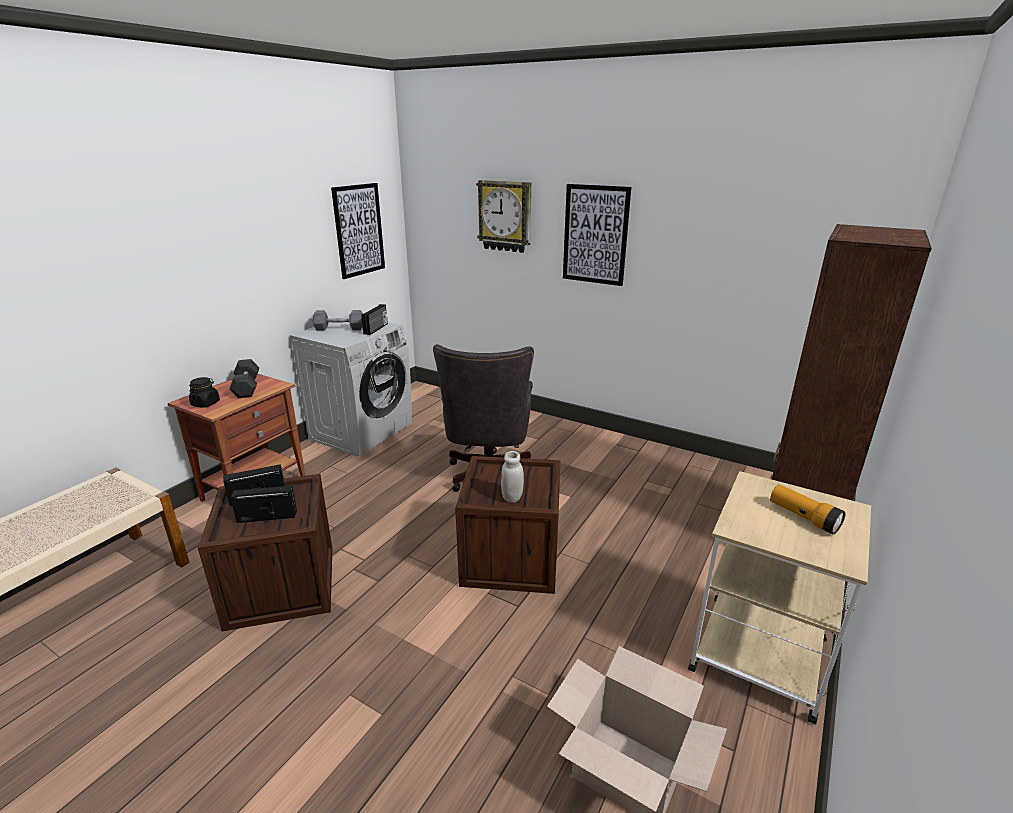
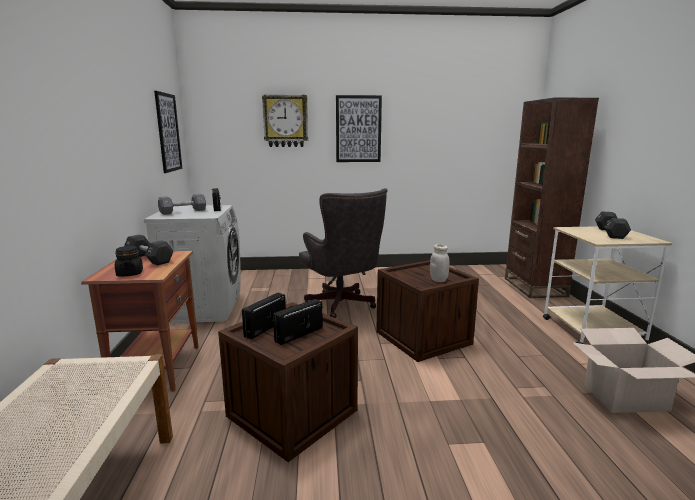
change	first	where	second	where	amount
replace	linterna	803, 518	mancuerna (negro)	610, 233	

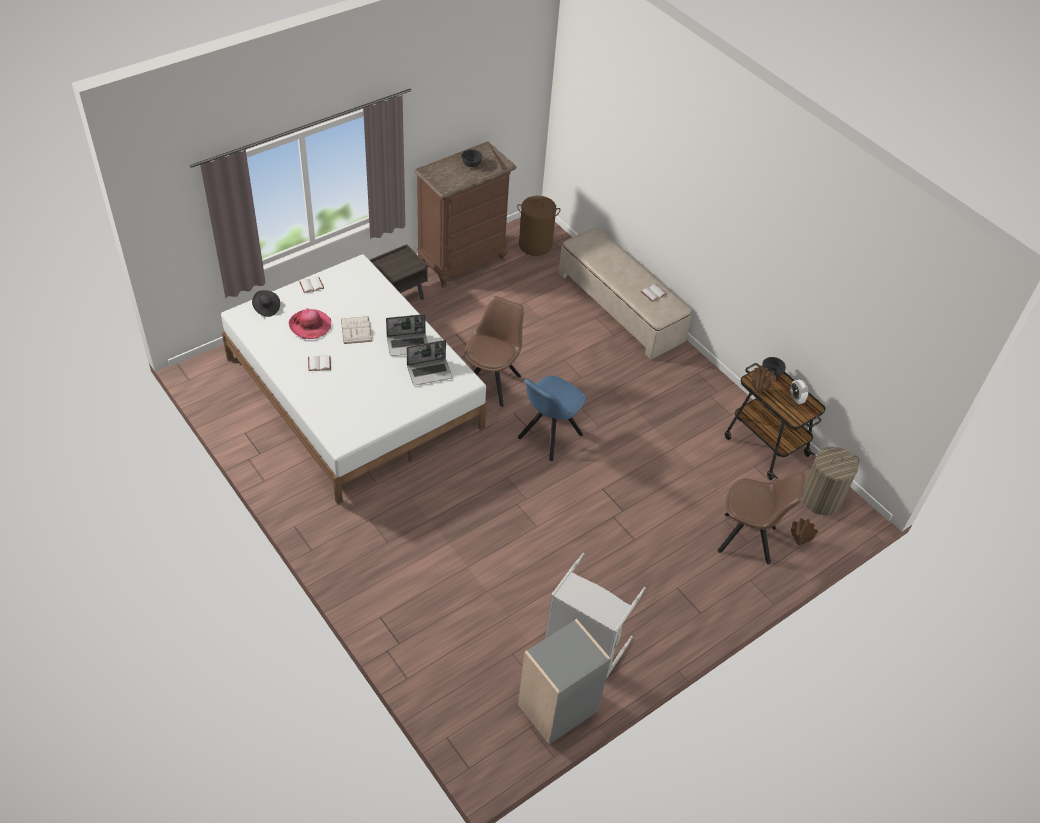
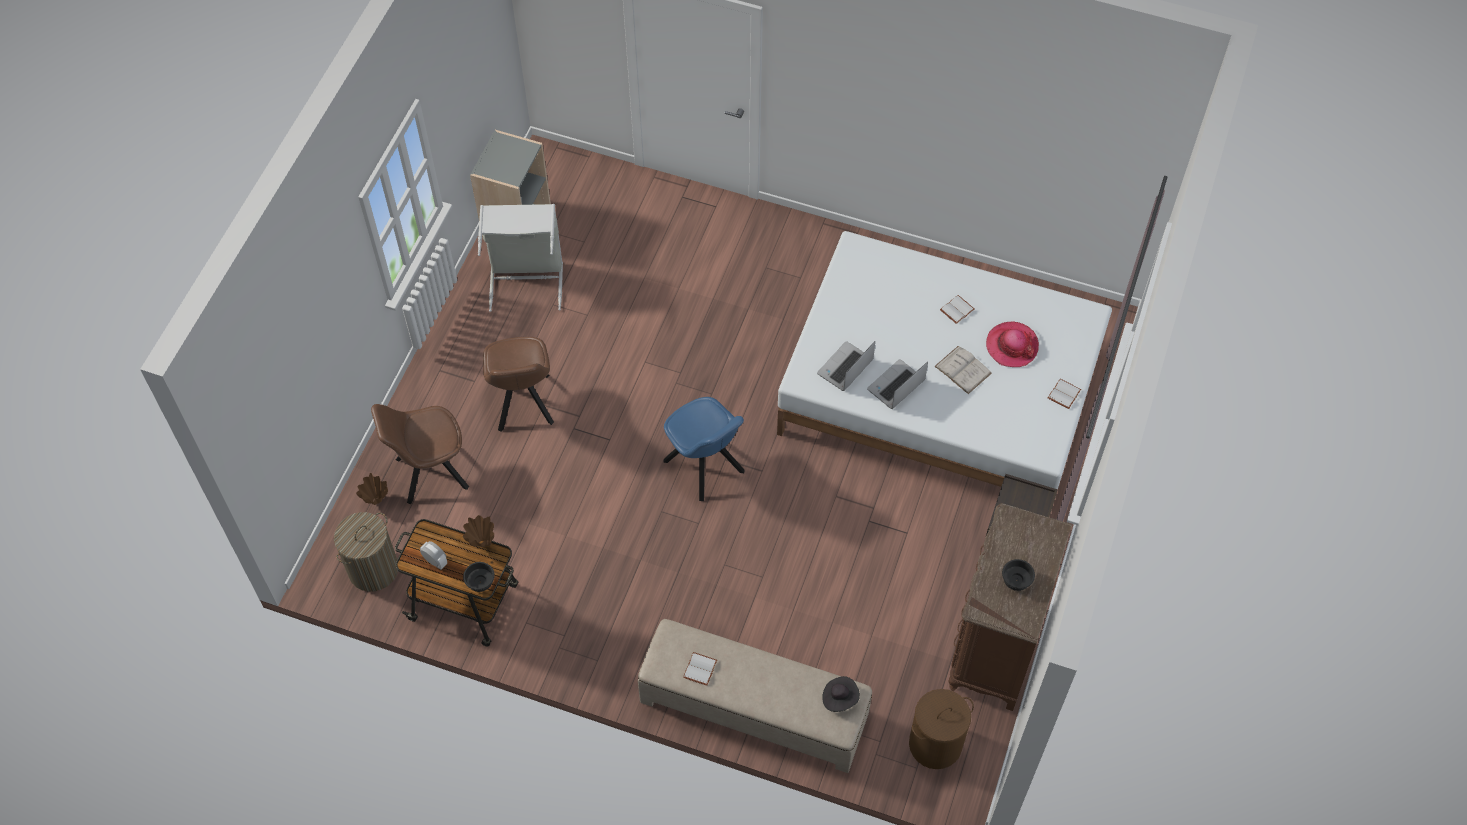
change	first	where	second	where	amount
move	sombrero (negro)	266, 308		839, 698	
move	silla (marrón)	492, 383		523, 403	
rotate	silla (azul)	549, 436		705, 466	135 degrees clockwise

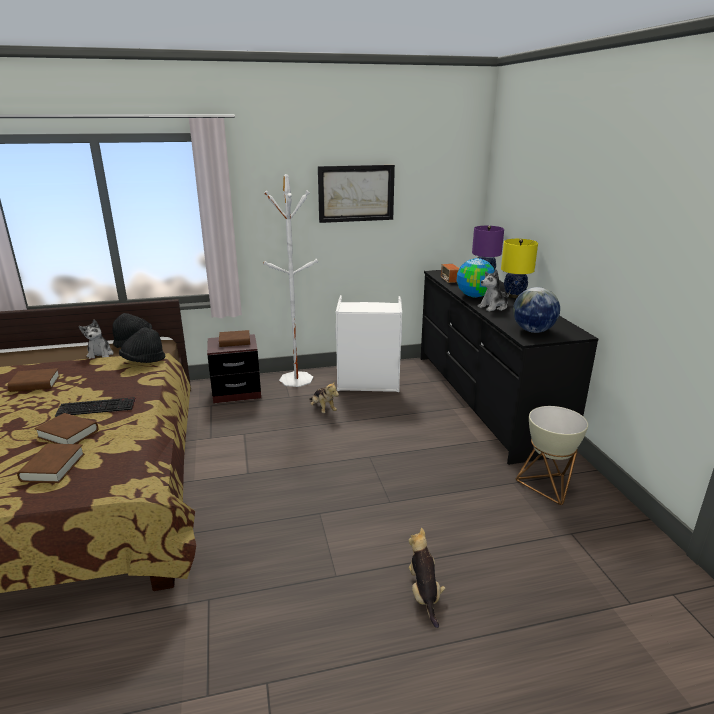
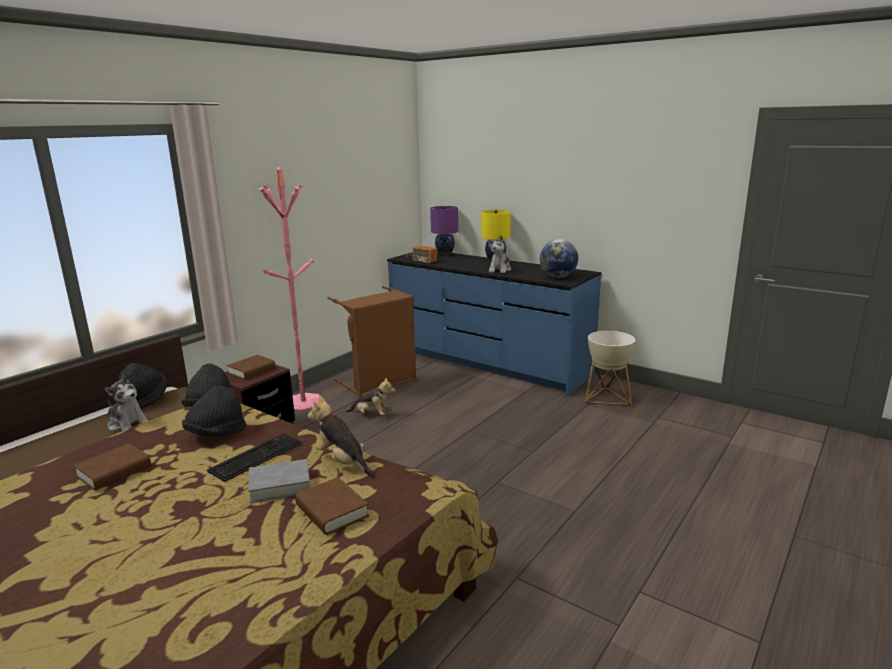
change	first	where	second	where	amount
recolor	libro (marrón)	68, 434	libro (gris)	280, 485	
recolor	perchero (blanco)	296, 379	perchero (rosa)	303, 401	
delete	cuadro	356, 193			
recolor	cesto de la ropa (blanco)	368, 384	cesto de la ropa (marrón)	379, 382	
move	peluche	424, 594		343, 462	
recolor	cómoda (negro)	485, 399	cómoda (azul)	487, 362	
delete	globo terráqueo	474, 296			
insert			sombrero (negro)	216, 434	

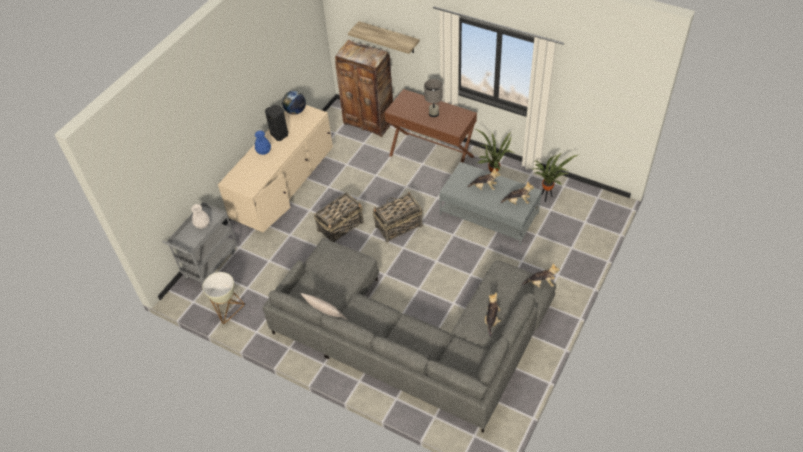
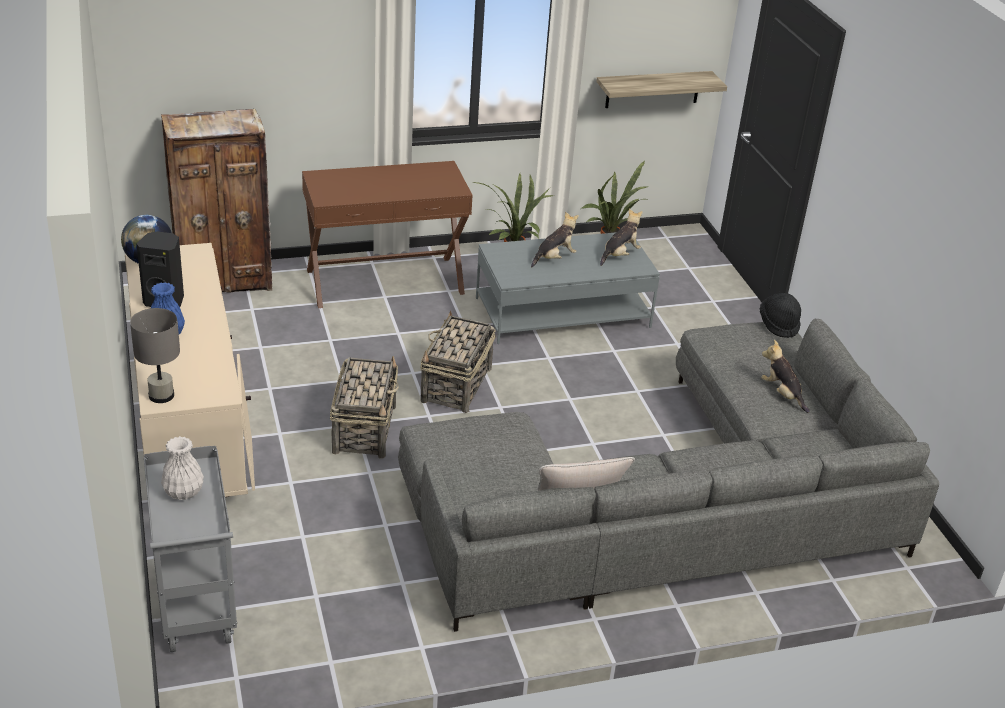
change	first	where	second	where	amount
delete	maceta	228, 309			
move	estante	389, 37		653, 89	
move	lámpara de mesa (gris)	434, 113		162, 395	
replace	peluche	541, 283	sombrero (negro)	779, 324	

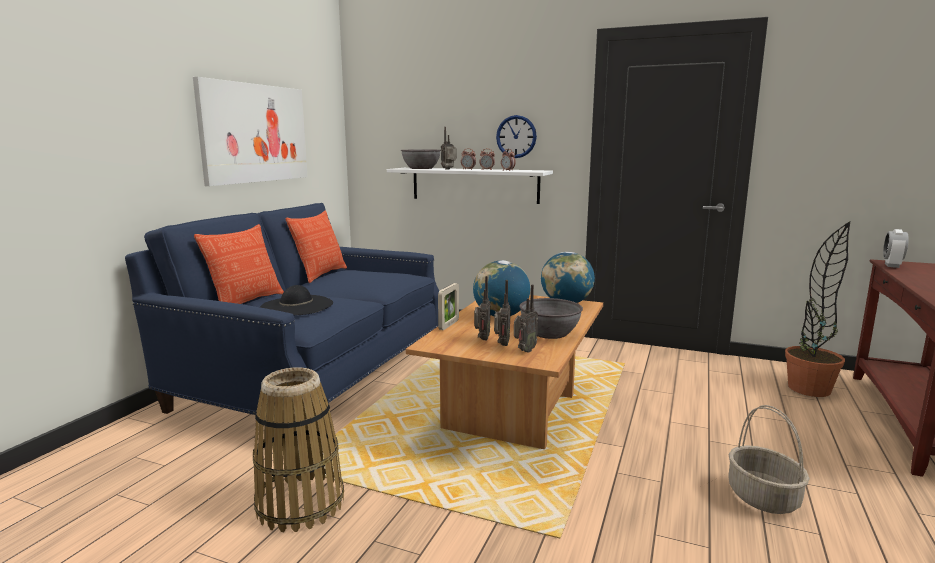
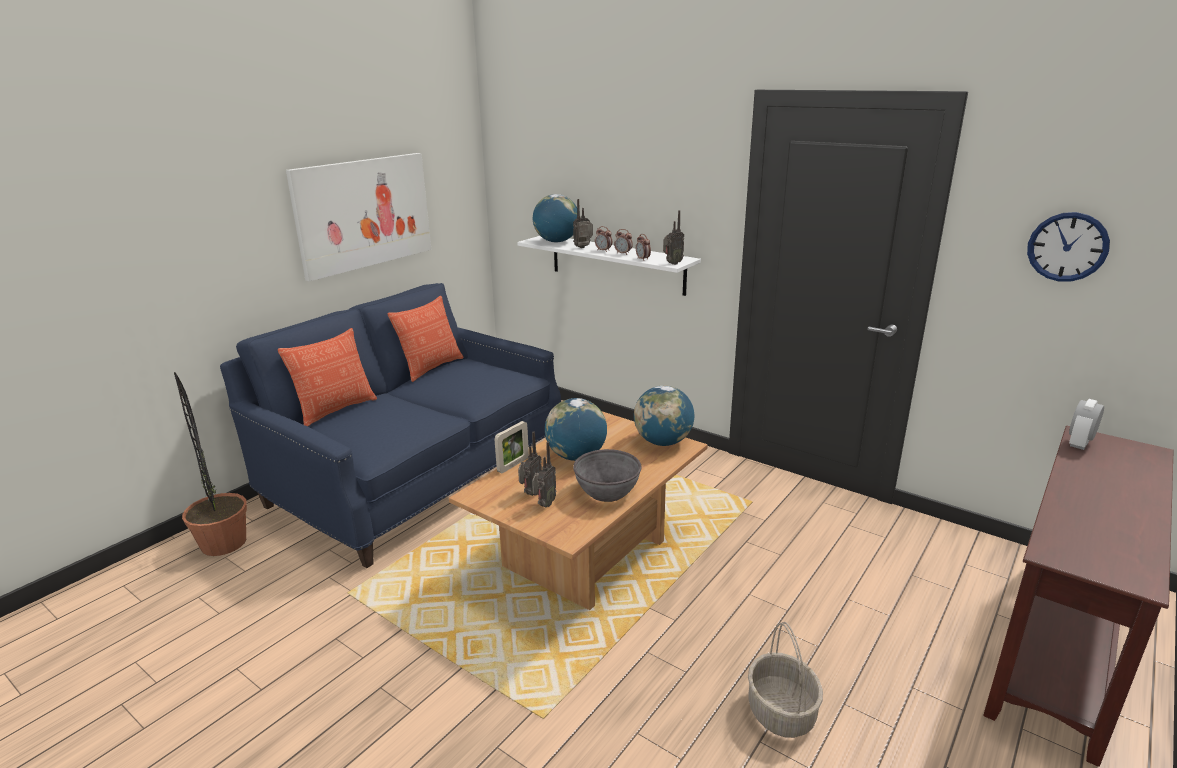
change	first	where	second	where	amount
delete	cesta	301, 504			
delete	sombrero (negro)	296, 306			
replace	cuenco (gris)	421, 168	globo terráqueo	556, 241	
move	reloj de pared	516, 136		1067, 247	
move	radio	524, 351		672, 264	
move	planta en maceta	809, 389		223, 543	

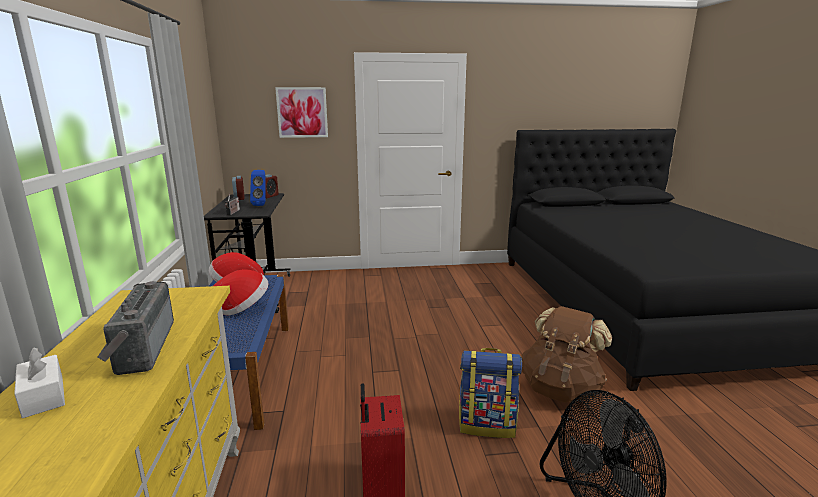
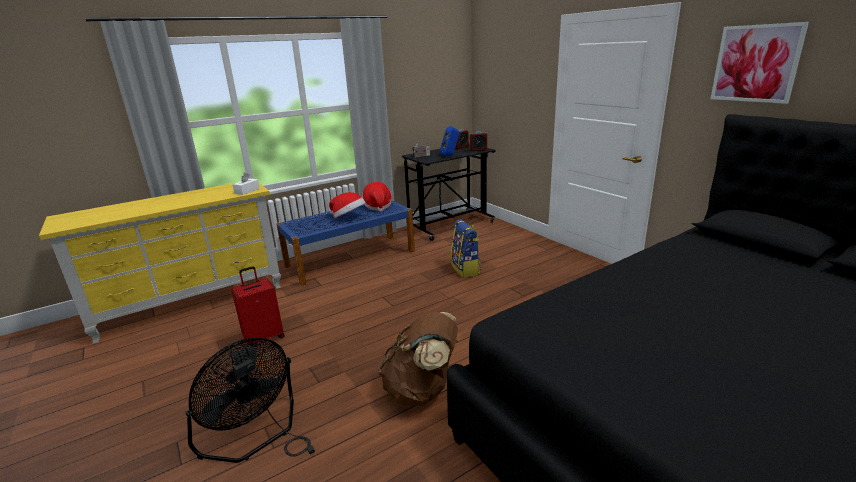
change	first	where	second	where	amount
move	caja de pañuelos (blanco)	43, 396		247, 191	
delete	radio	140, 348			
move	cuadro	302, 112		756, 63	
move	mochila	487, 424		466, 269	

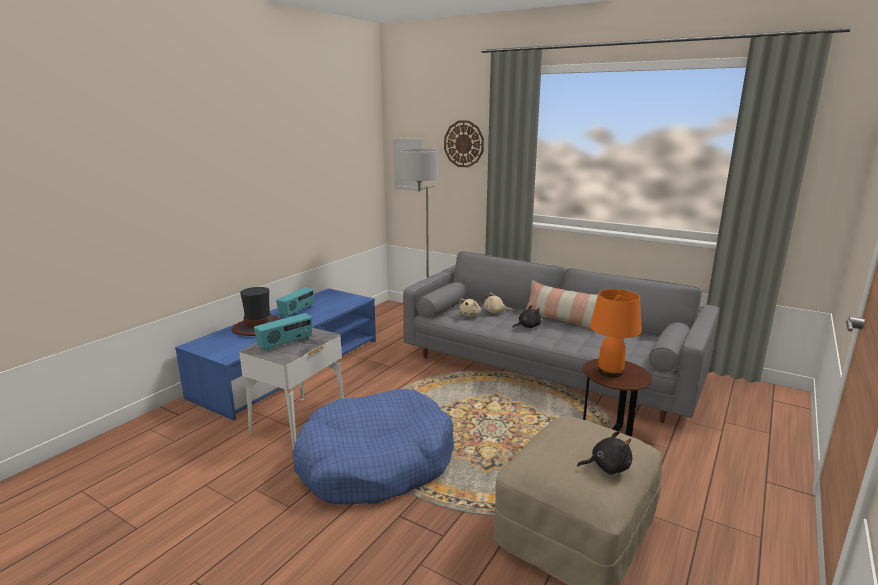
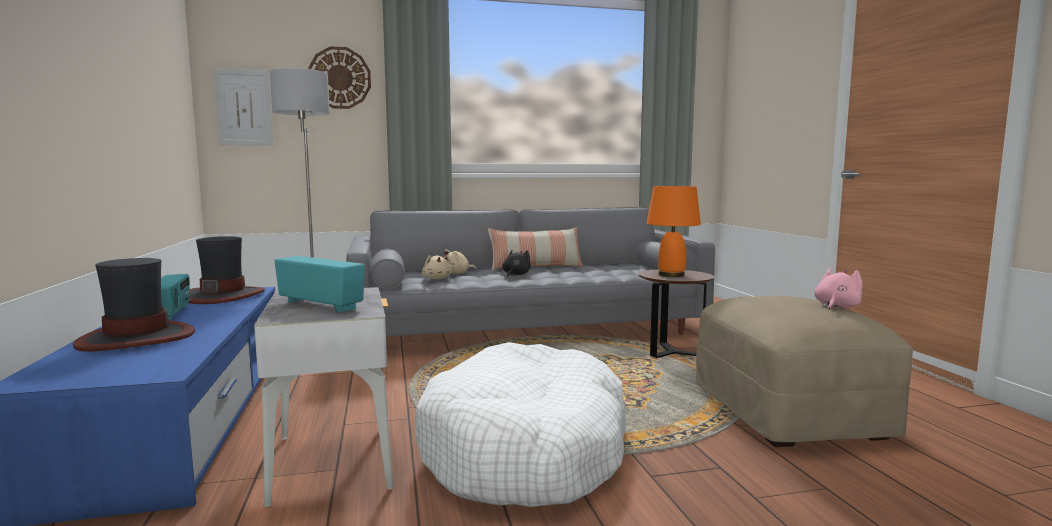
change	first	where	second	where	amount
rotate	radio	286, 344		321, 305	60 degrees counterclockwise
recolor	cama para perro (azul)	375, 463	cama para perro (blanco)	526, 450	
recolor	peluche (negro)	607, 467	peluche (rosa)	836, 307	
insert			sombrero	223, 296	

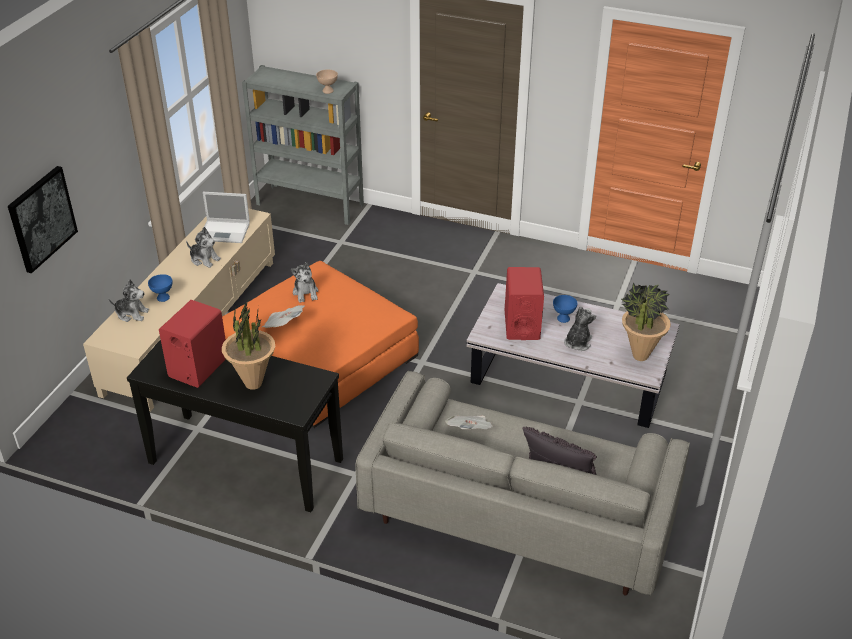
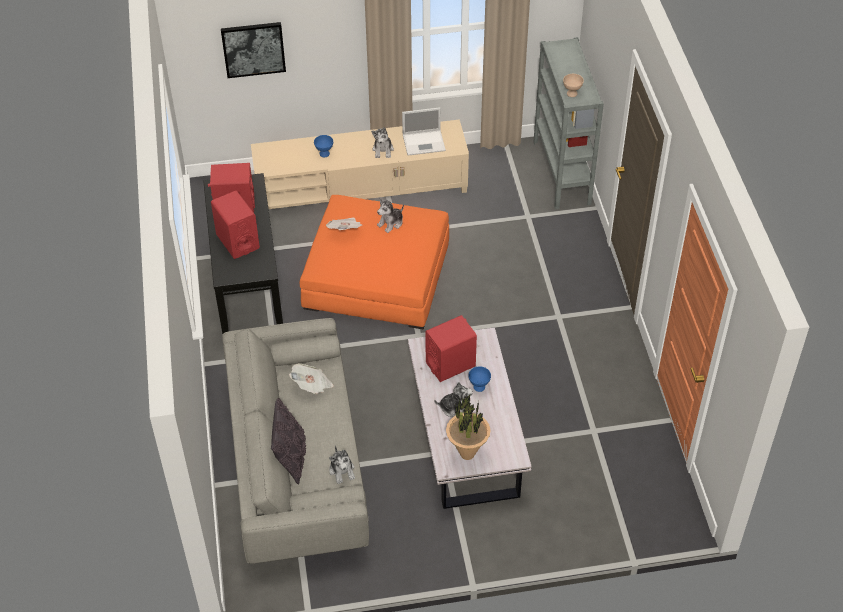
change	first	where	second	where	amount
move	peluche	132, 314		342, 470	
rotate	portátil	225, 232		424, 142	75 degrees counterclockwise
replace	planta en maceta	253, 383	altavoz (rojo)	237, 241	

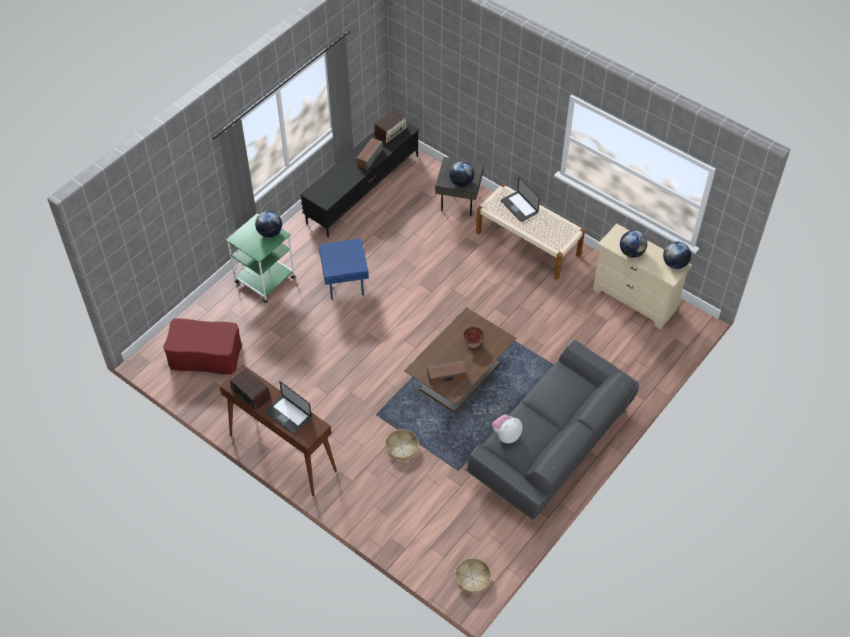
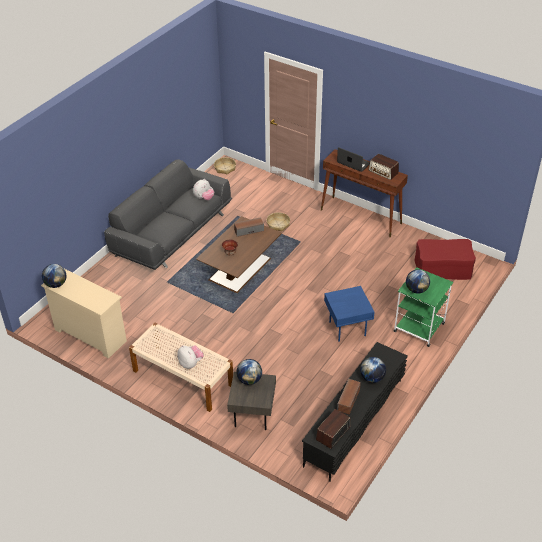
change	first	where	second	where	amount
replace	portátil	519, 207	peluche	191, 363	
move	globo terráqueo	631, 252		372, 378	

